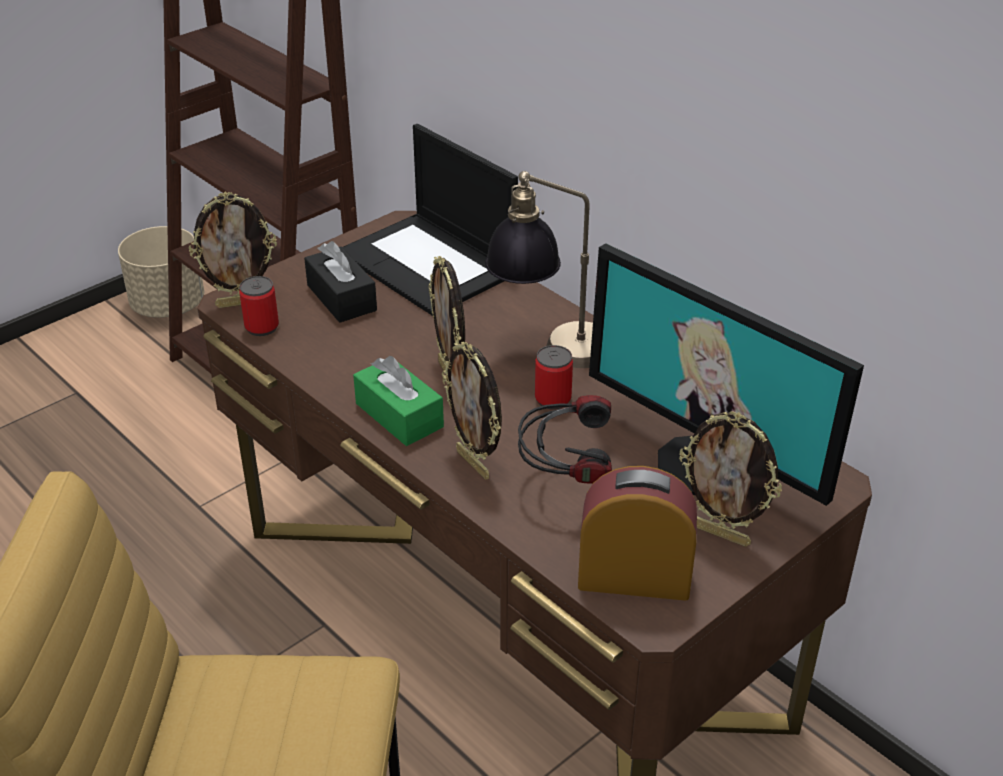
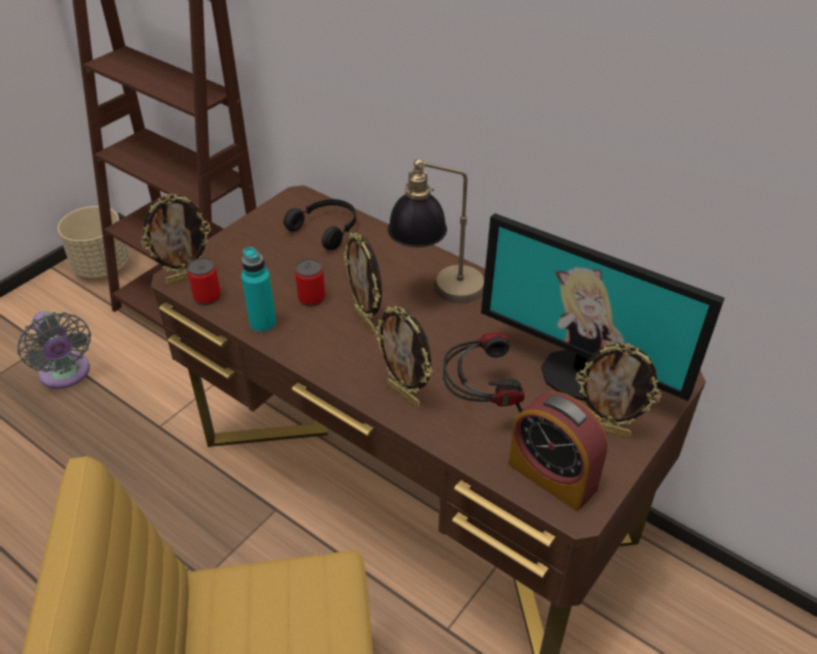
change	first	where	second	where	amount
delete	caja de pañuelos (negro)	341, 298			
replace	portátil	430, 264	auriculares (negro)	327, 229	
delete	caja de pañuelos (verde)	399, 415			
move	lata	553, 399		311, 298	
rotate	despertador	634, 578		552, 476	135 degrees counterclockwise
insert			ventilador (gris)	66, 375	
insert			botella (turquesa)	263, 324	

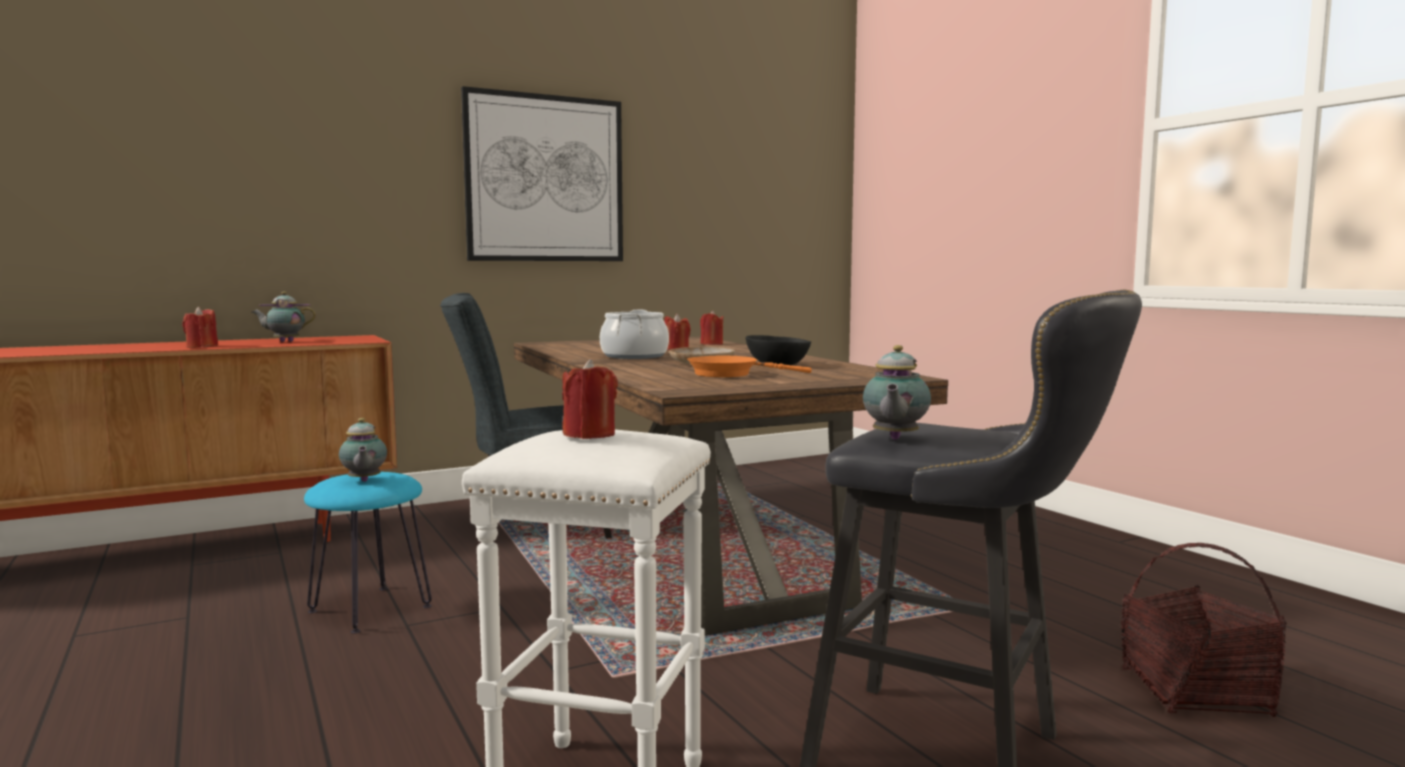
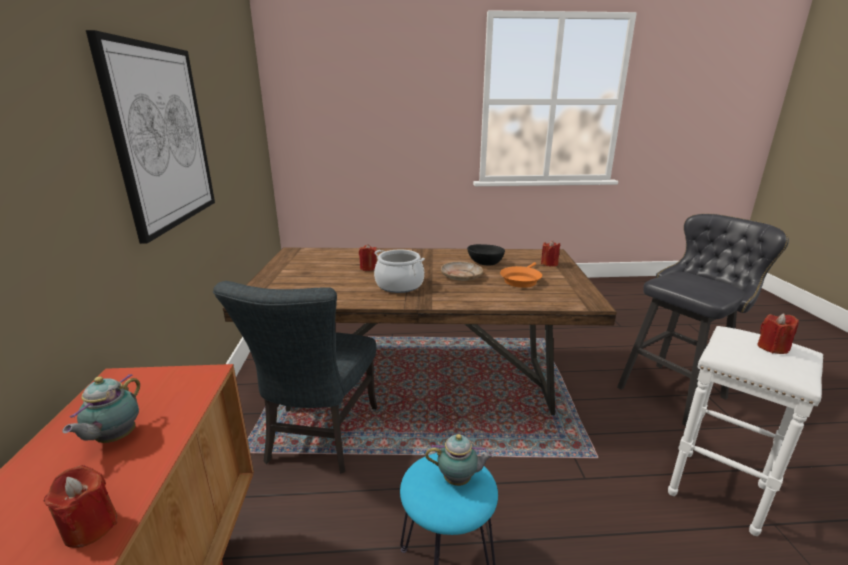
change	first	where	second	where	amount
move	vela (rojo)	711, 344		549, 264	
delete	tetera	894, 438			
delete	cesta	1196, 693			

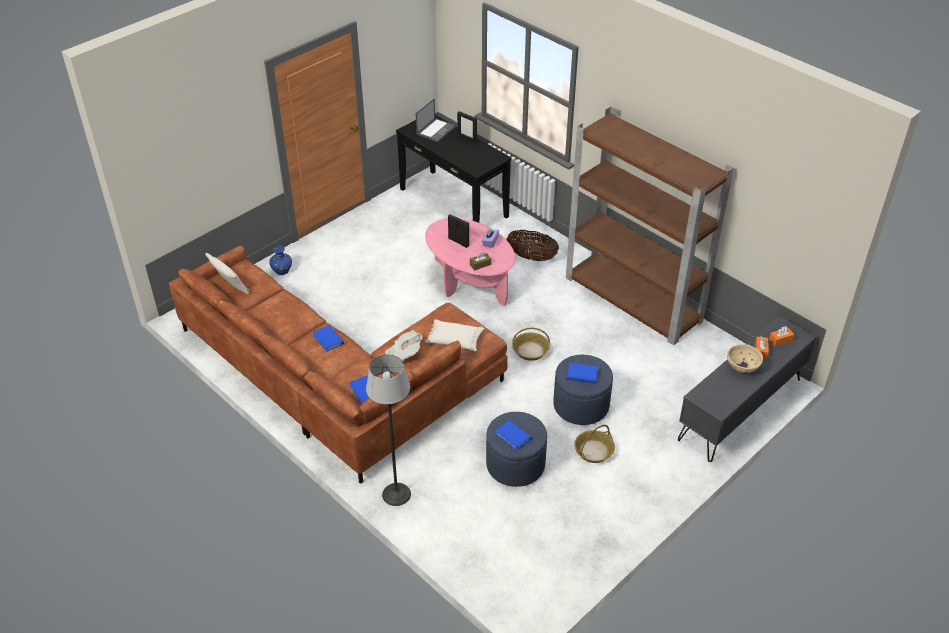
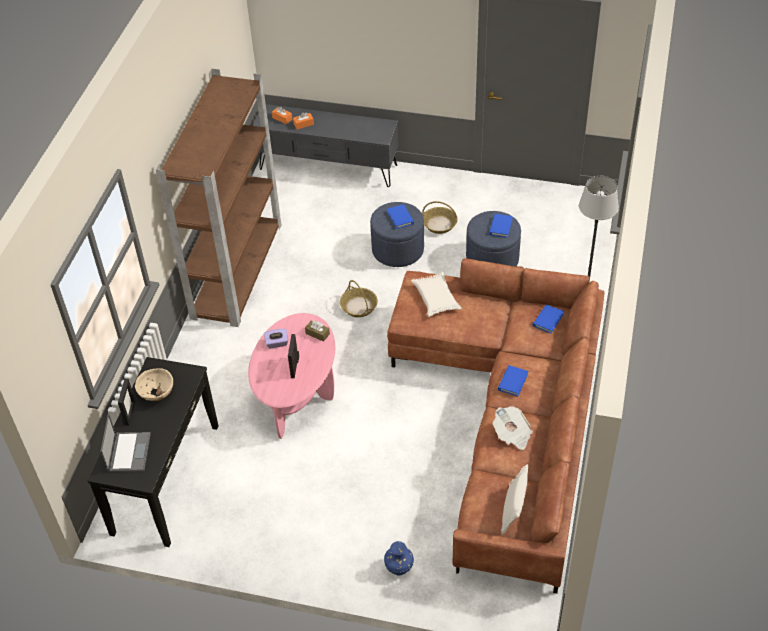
change	first	where	second	where	amount
move	periódico	403, 353		512, 434	
rotate	portátil	436, 130		129, 451	90 degrees clockwise
delete	cesta	532, 257			
move	cuenco (beis)	742, 368		157, 394	

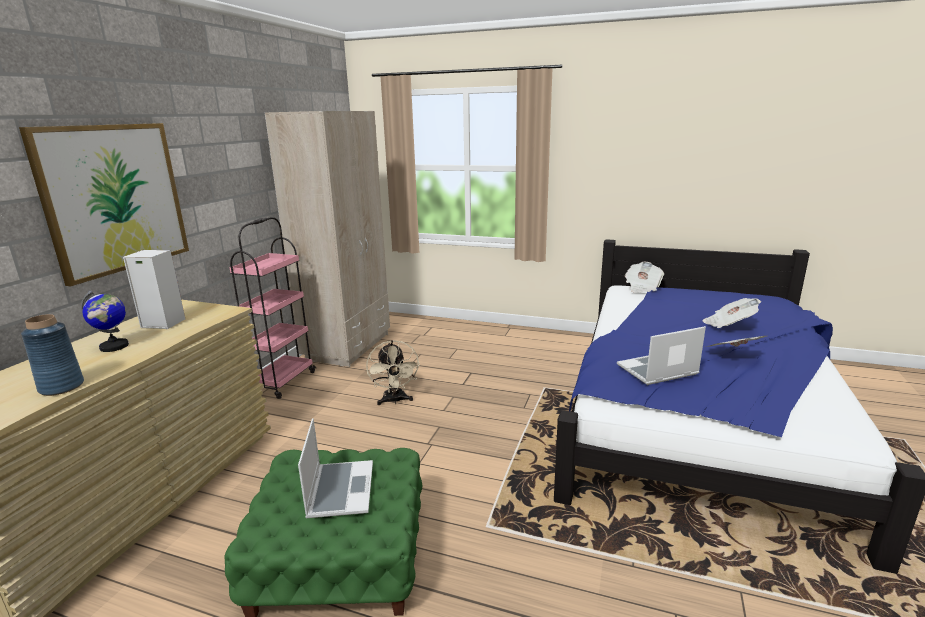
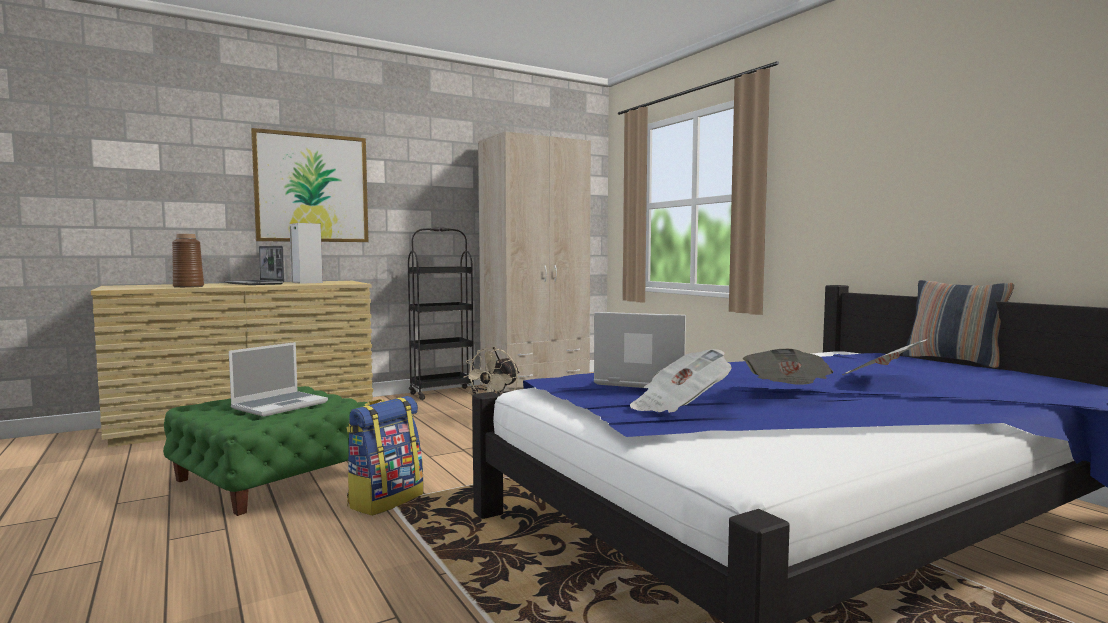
change	first	where	second	where	amount
recolor	florero (azul)	62, 387	florero (marrón)	188, 287	
replace	globo terráqueo	114, 347	portátil	255, 284	
recolor	carrito (rosa)	284, 383	carrito (negro)	442, 394	
move	periódico	642, 287		678, 407	
insert			mochila	385, 500	
insert			cojín	953, 360	

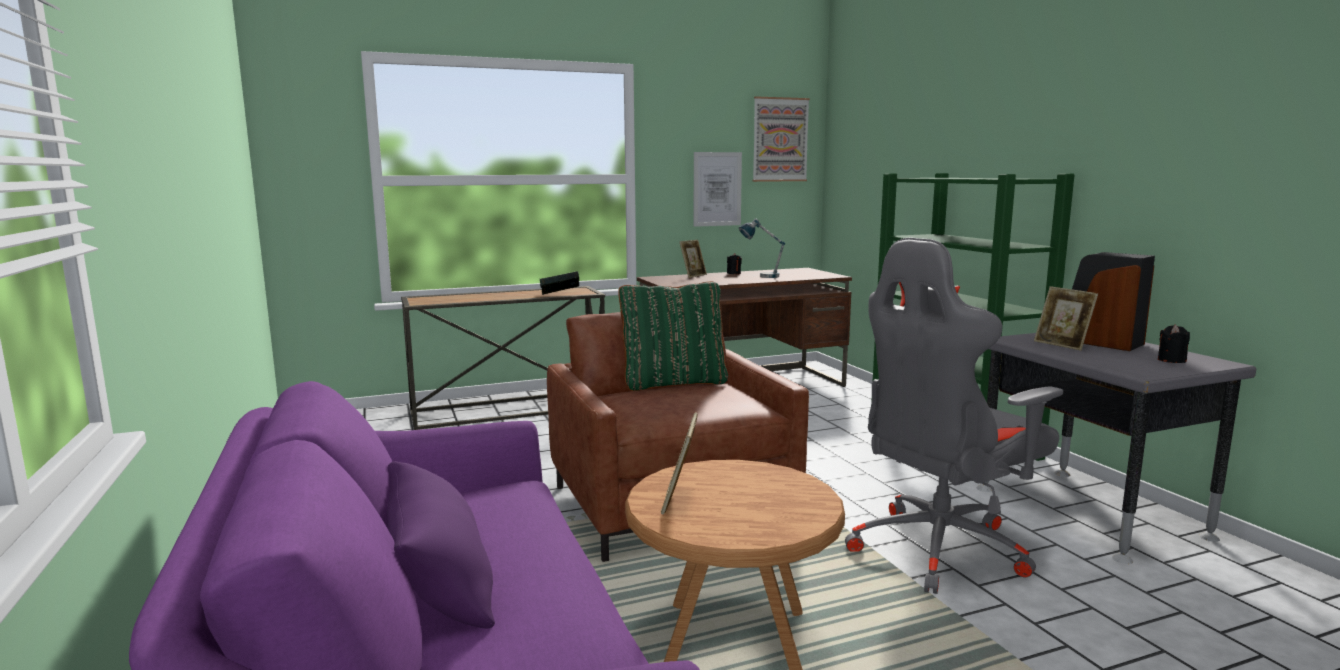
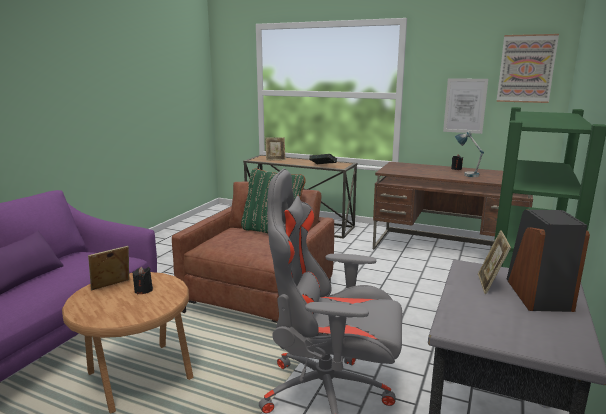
change	first	where	second	where	amount
move	portarretratos	693, 276		275, 159	
move	vela (negro)	1171, 360		143, 290	

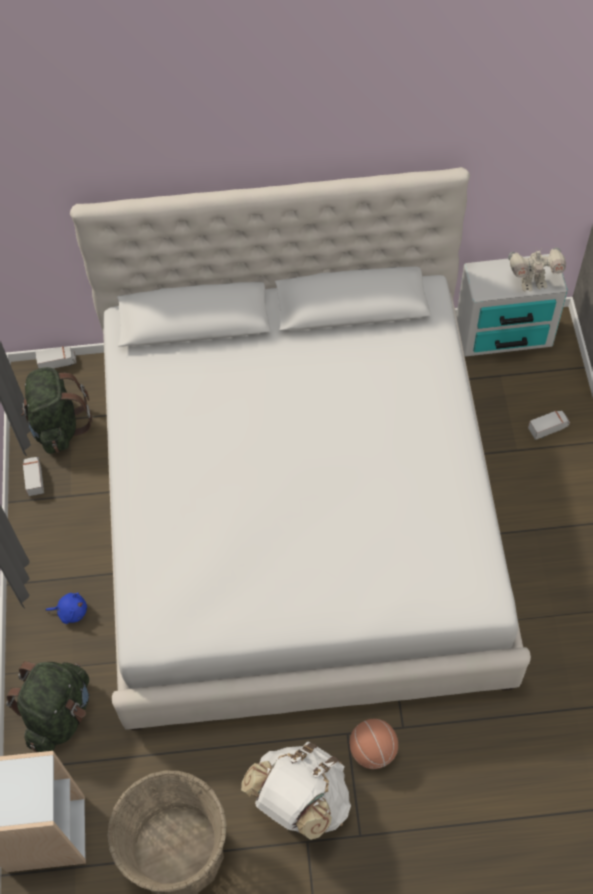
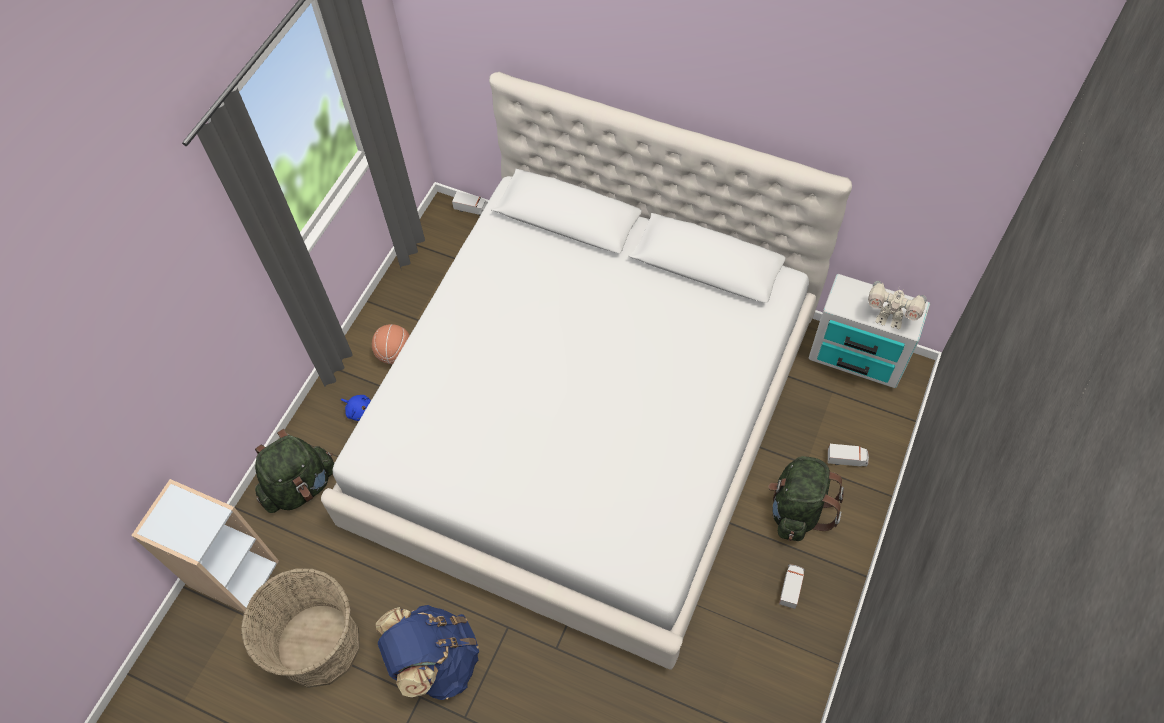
change	first	where	second	where	amount
move	mochila (verde)	58, 426		797, 509	
move	camión de juguete	35, 479		791, 587	
recolor	mochila (blanco)	300, 801	mochila (azul)	436, 661	
move	balón de baloncesto	373, 751		395, 354	

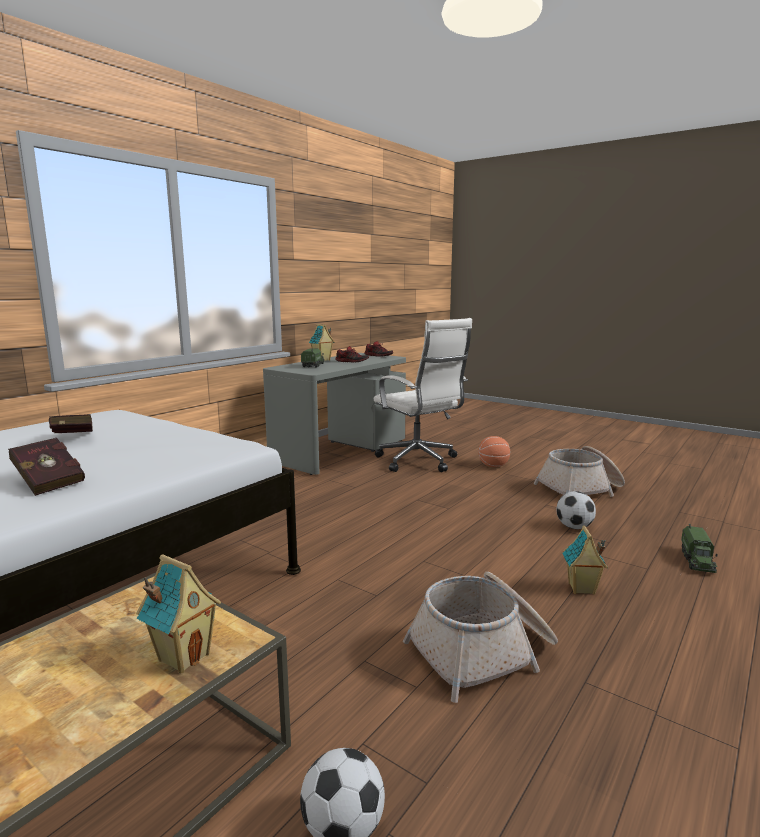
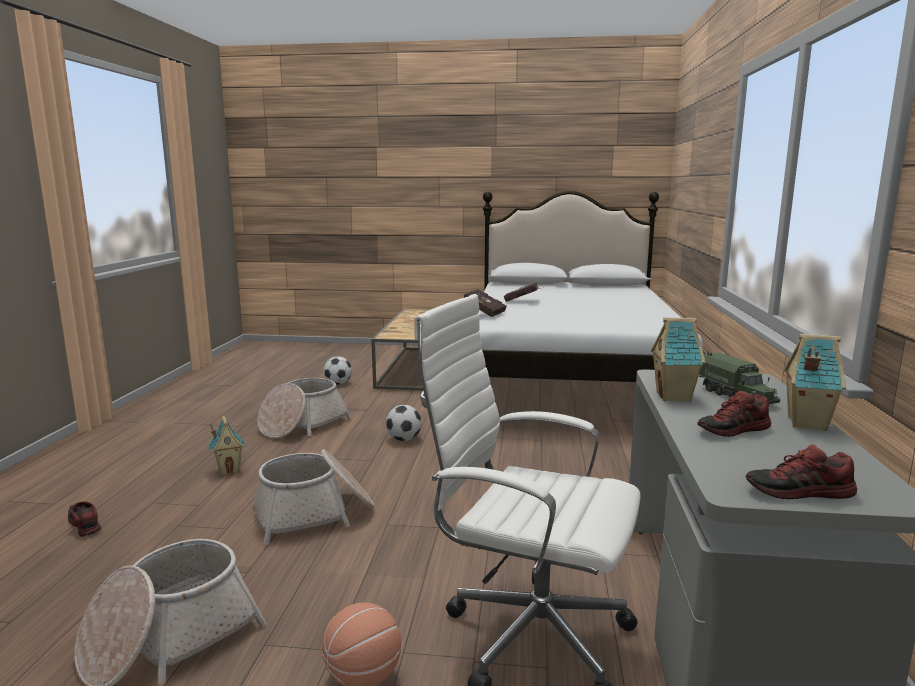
change	first	where	second	where	amount
move	libro (rojo)	73, 439		483, 313	
move	casita	183, 656		674, 397	
move	balón de fútbol	574, 527		404, 439	
replace	camión de juguete	697, 561	zapato	84, 525	
insert			cesta	315, 514	

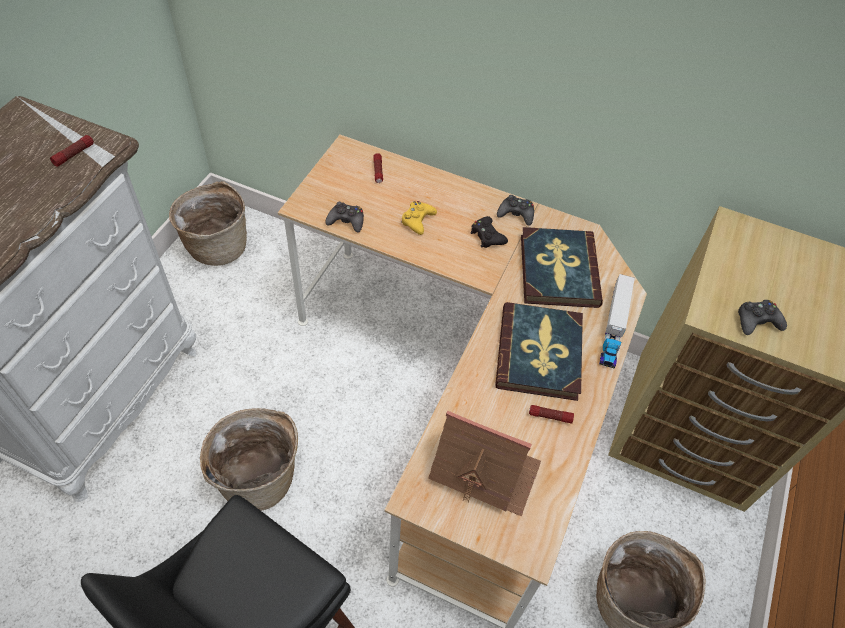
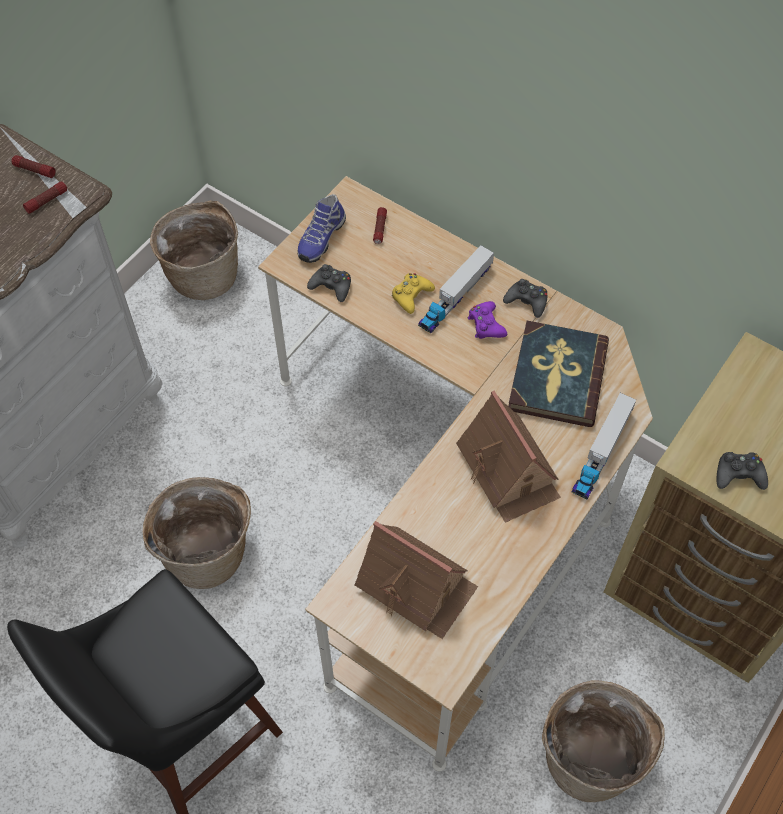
change	first	where	second	where	amount
recolor	mando de consola (negro)	487, 236	mando de consola (morado)	486, 325	
replace	libro	539, 353	casita	509, 470	
move	linterna	550, 416		34, 170	
insert			zapato	320, 238	
insert			camión de juguete	455, 296	

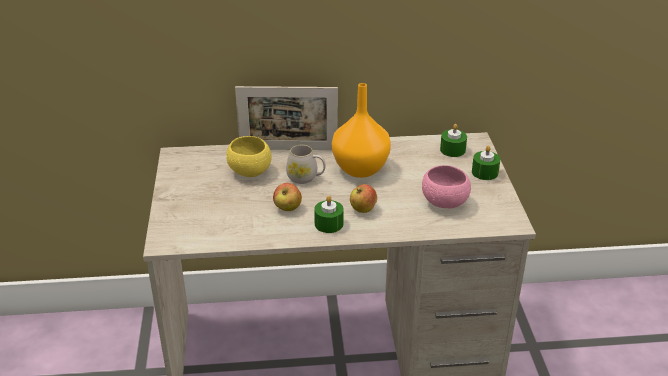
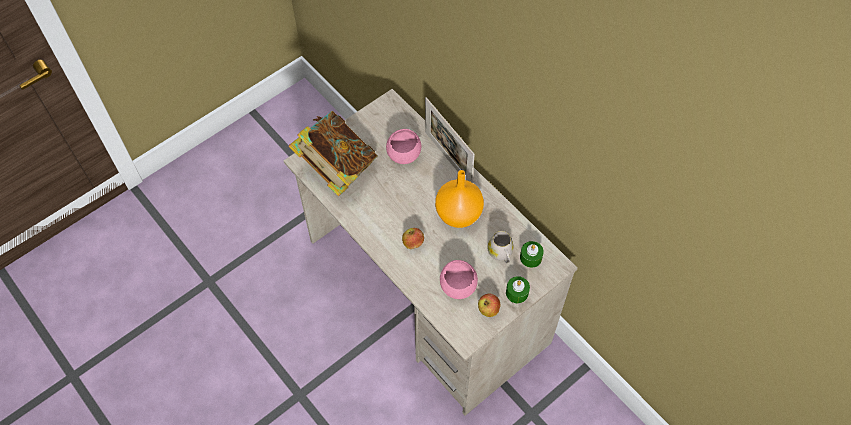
change	first	where	second	where	amount
recolor	cuenco (amarillo)	250, 172	cuenco (rosa)	404, 155	
move	manzana	287, 208		488, 309	
move	taza grande (blanco)	306, 178		501, 254	
delete	vela (verde)	329, 224			
insert			libro	336, 168	

